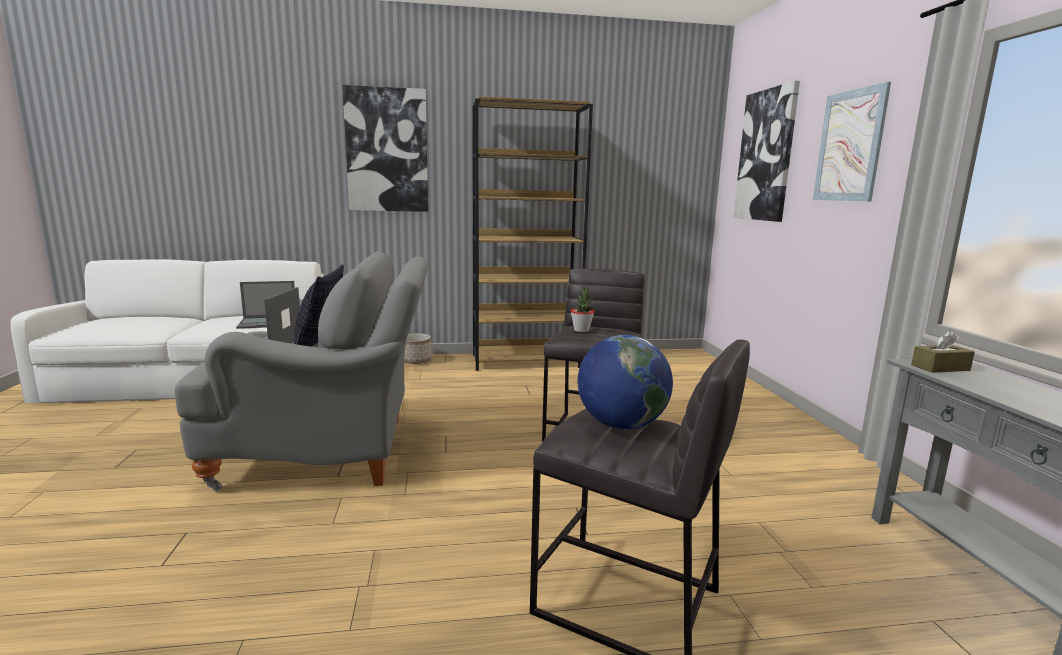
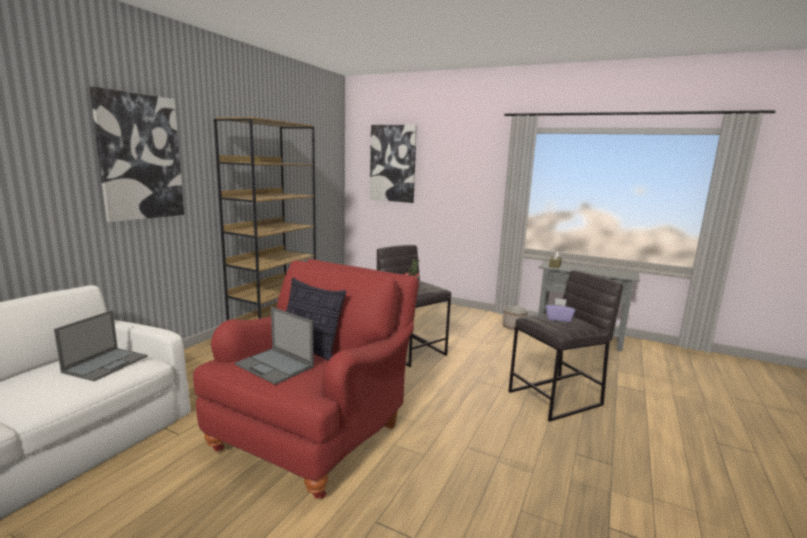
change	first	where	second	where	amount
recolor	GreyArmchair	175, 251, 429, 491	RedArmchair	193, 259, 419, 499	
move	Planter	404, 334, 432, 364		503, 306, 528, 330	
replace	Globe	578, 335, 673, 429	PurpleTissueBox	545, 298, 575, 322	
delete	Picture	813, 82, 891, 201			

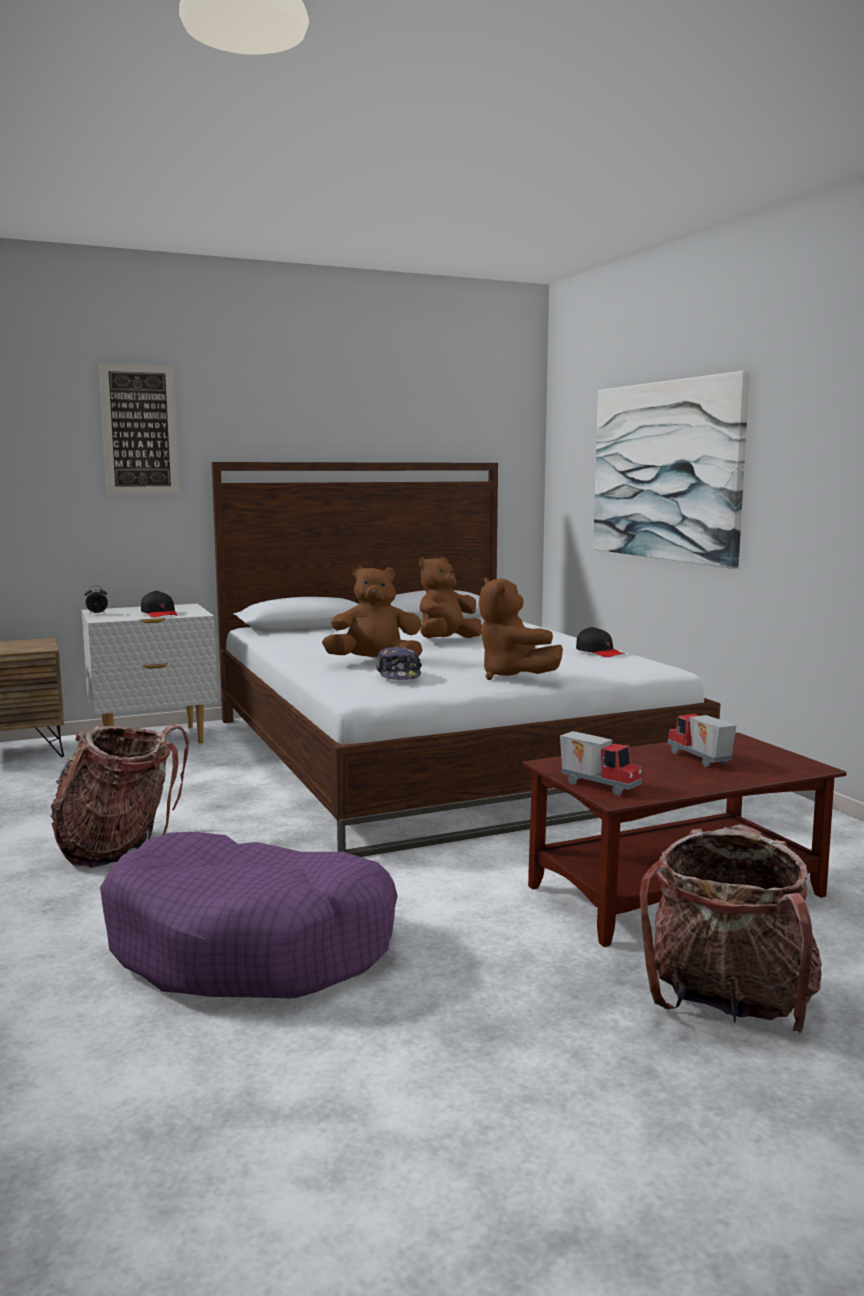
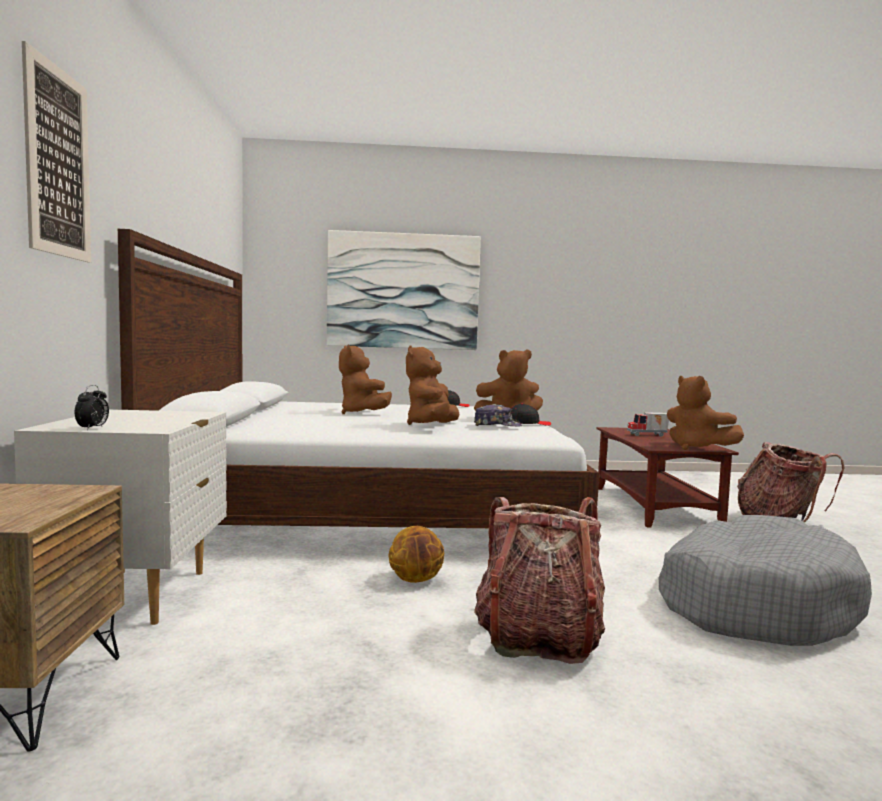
change	first	where	second	where	amount
recolor	PurpleDogBed	100, 832, 398, 998	GreyDogBed	659, 515, 872, 646	
move	BlackCap	141, 590, 177, 618		510, 403, 551, 426	
replace	ToyTruck	560, 731, 642, 796	BrownPlushToy	667, 376, 744, 450	
insert			Basketball	388, 526, 444, 583	

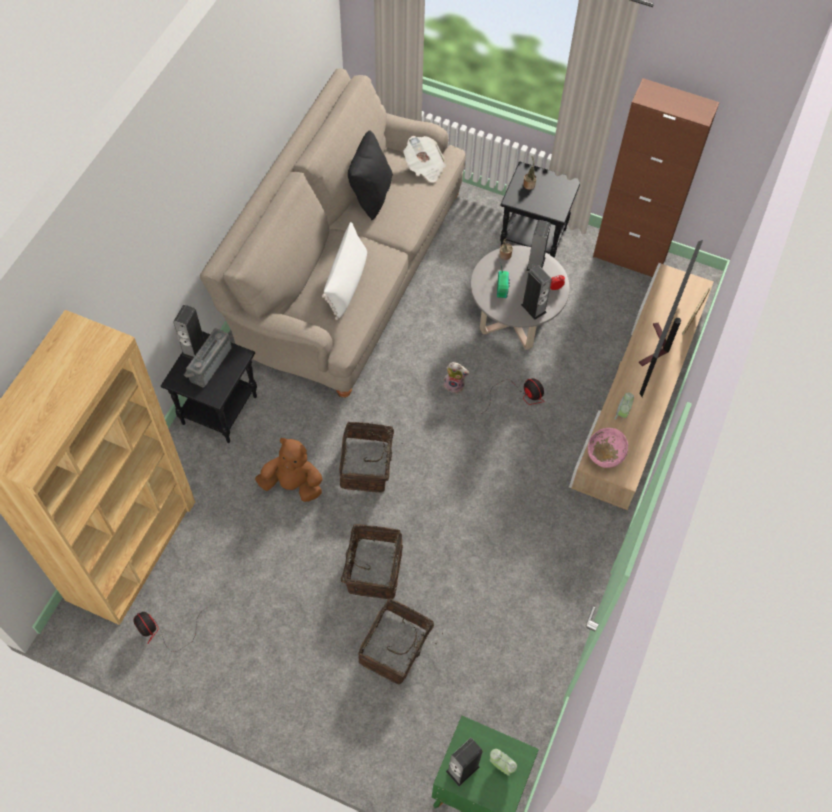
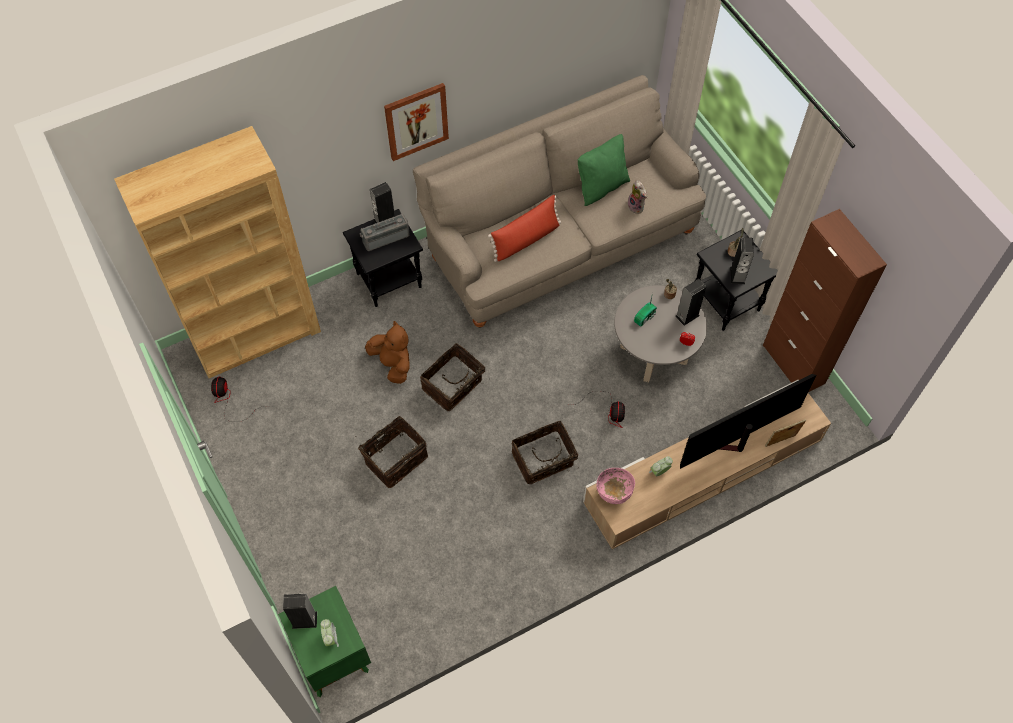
change	first	where	second	where	amount
recolor	WhitePillow	322, 222, 367, 320	RedPillow	488, 195, 561, 262	
recolor	BlackPillow	348, 130, 393, 221	GreenPillow	577, 134, 630, 206	
move	Basket	358, 599, 436, 684		512, 420, 579, 484	
delete	Newspaper	403, 136, 446, 183			
move	PlushToy	443, 362, 470, 394		627, 180, 647, 214	
move	Speaker	521, 265, 552, 320		730, 237, 754, 284	
insert			Picture	384, 83, 449, 161	

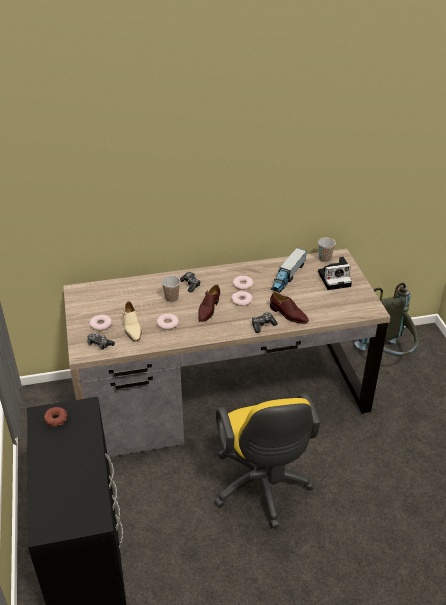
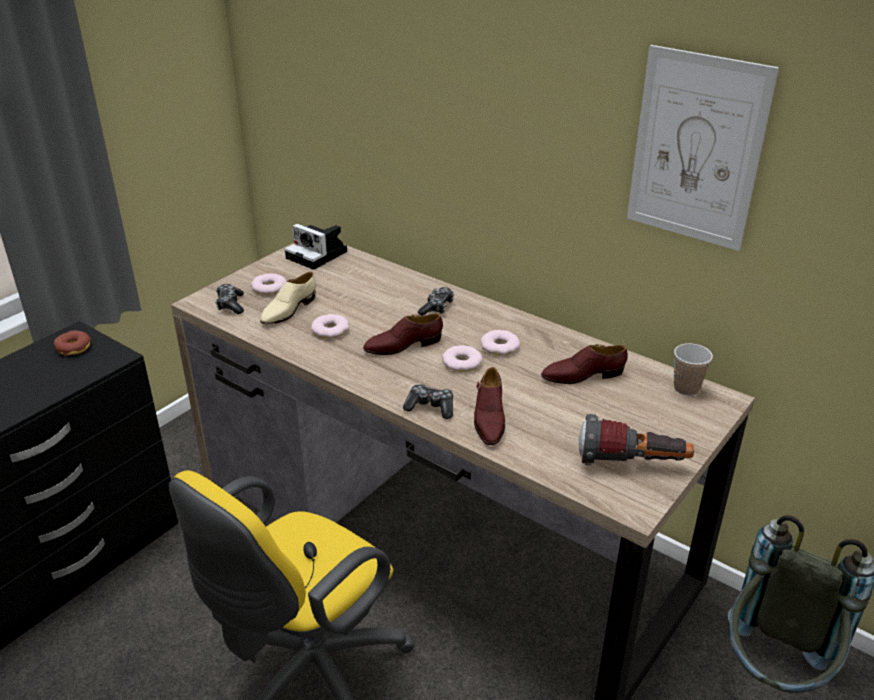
change	first	where	second	where	amount
delete	Cup	161, 276, 180, 302			
replace	ToyTruck	271, 248, 307, 293	BrownShoe	541, 344, 628, 384	
move	PhotoCamera	318, 257, 352, 290		285, 224, 347, 270	
insert			Flashlight	579, 414, 694, 465	
insert			Picture	627, 45, 779, 251	

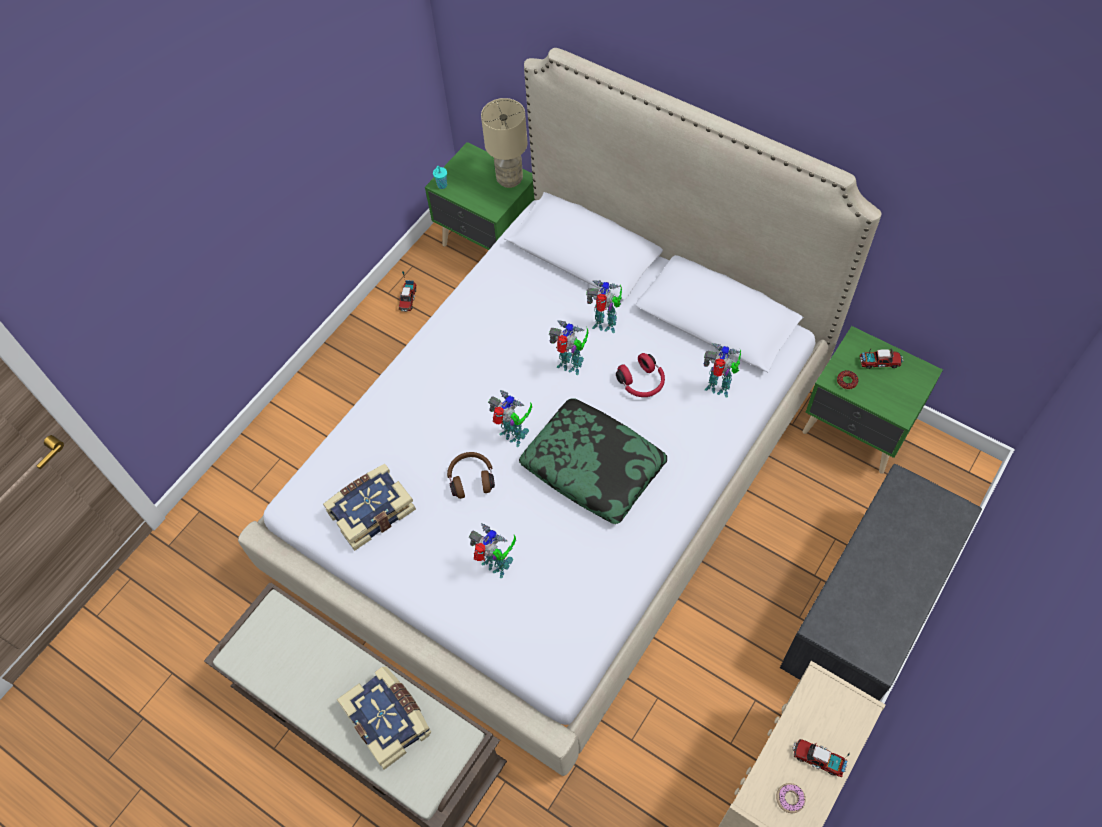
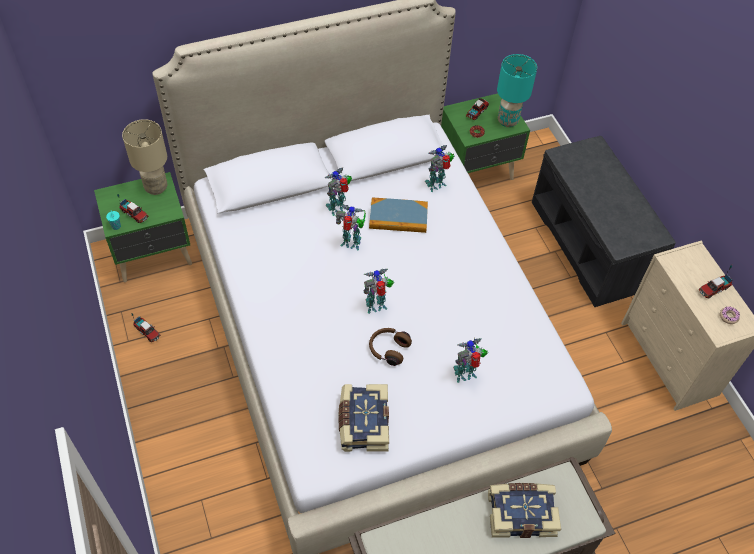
change	first	where	second	where	amount
delete	Pillow	519, 398, 667, 524			
rotate	ToyRobot	549, 320, 589, 375		335, 205, 366, 250	45 degrees clockwise
replace	RedHeadphones	616, 353, 665, 397	Book	369, 197, 428, 233	
insert			ToyTruck	117, 194, 148, 223	
insert			TurquoiseTableLamp	497, 54, 537, 127	

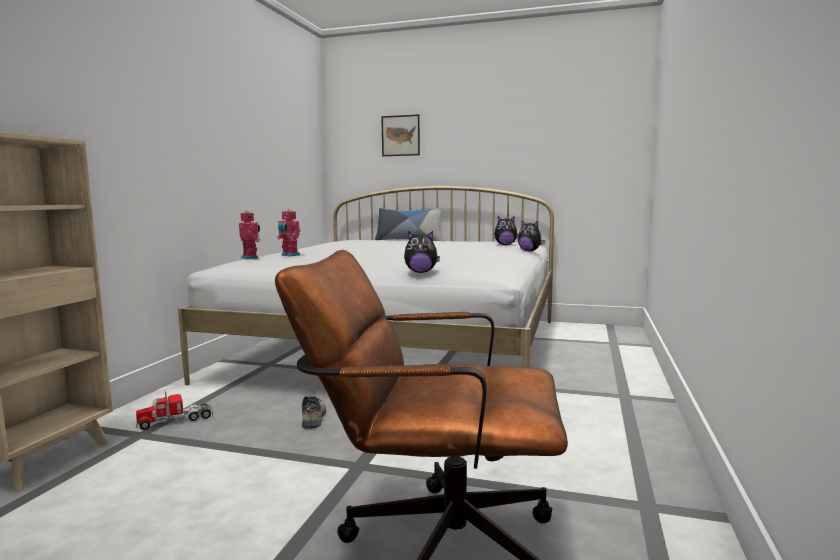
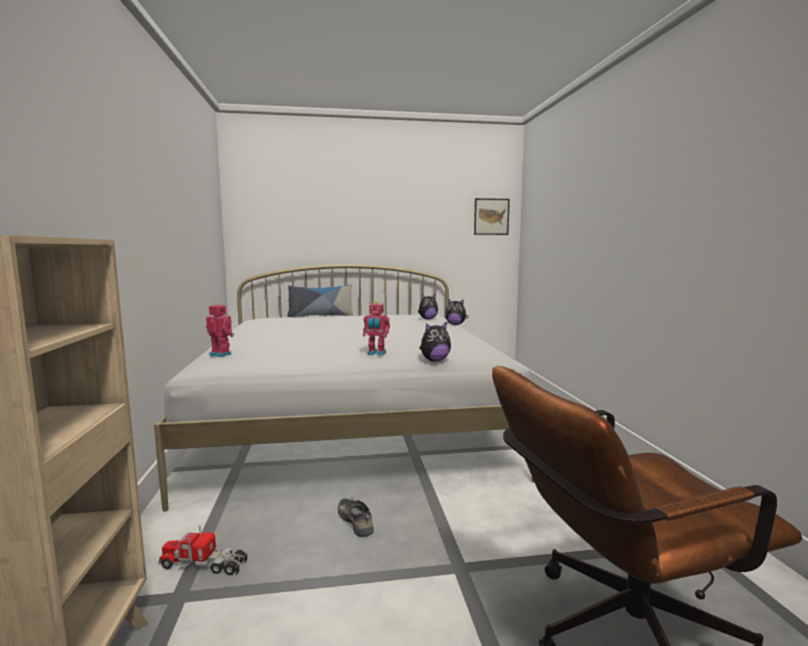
change	first	where	second	where	amount
rotate	ToyTruck	136, 391, 213, 430		158, 526, 247, 575	60 degrees clockwise
move	ToyRobot	277, 209, 300, 257		363, 302, 390, 356	
move	Picture	381, 114, 420, 156		474, 198, 510, 235	

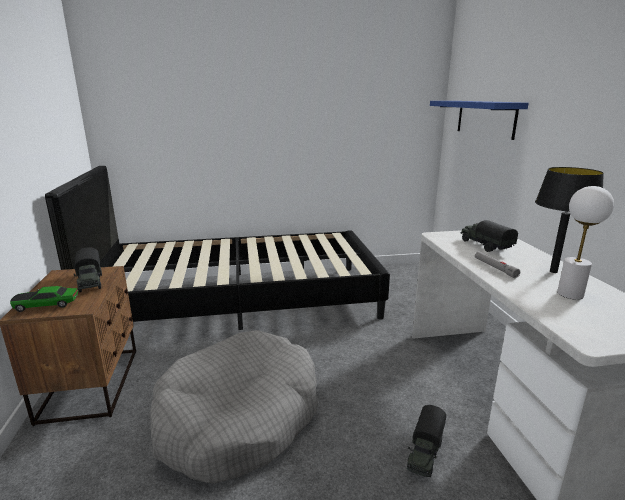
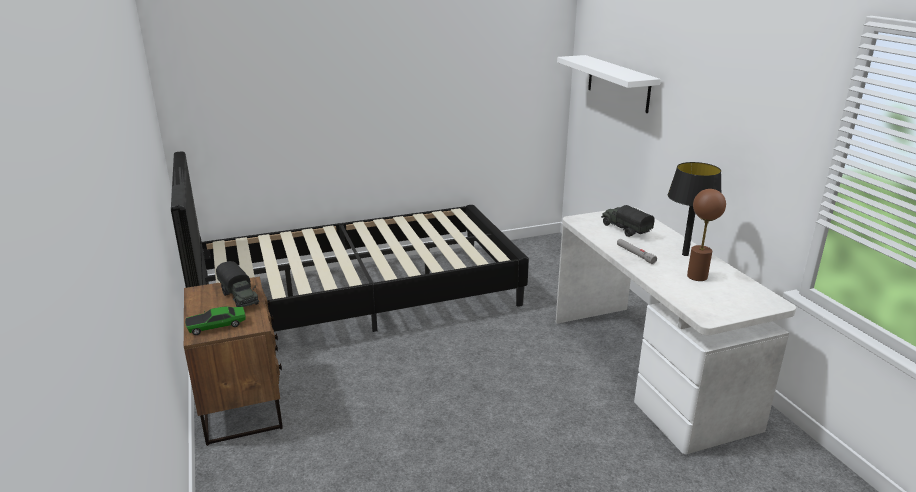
change	first	where	second	where	amount
delete	GreyDogBed	150, 330, 318, 483			
delete	ToyTruck	407, 405, 446, 477			
recolor	BlueShelf	430, 101, 529, 140	WhiteShelf	557, 55, 661, 113	
recolor	WhiteTableLamp	557, 186, 614, 300	BrownTableLamp	687, 189, 726, 281	

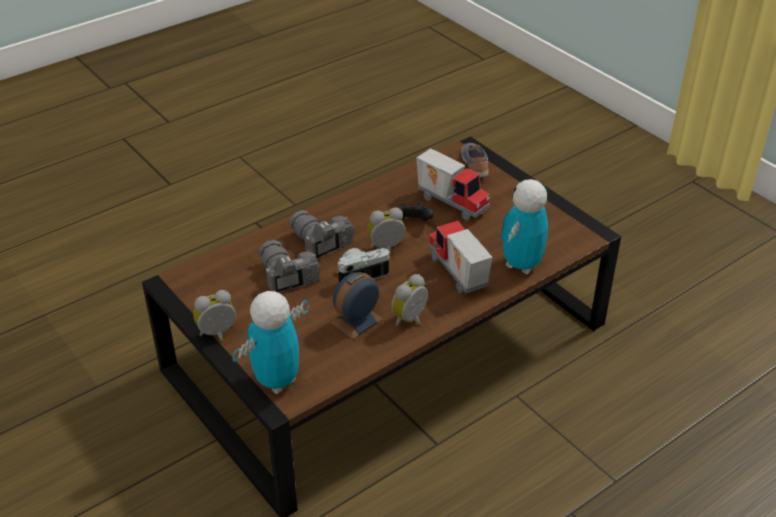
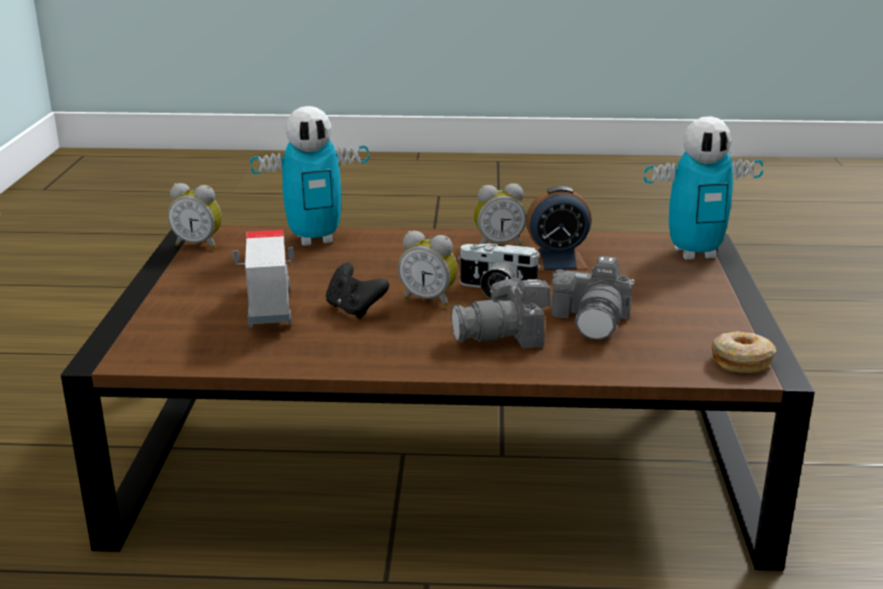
change	first	where	second	where	amount
move	AlarmClock	193, 290, 236, 341		167, 183, 222, 249	
rotate	PhotoCamera	289, 210, 354, 259		451, 277, 551, 348	75 degrees clockwise
delete	ToyTruck	429, 221, 493, 293			
delete	Shoe	461, 143, 489, 177			
insert			Donut	712, 331, 776, 373	

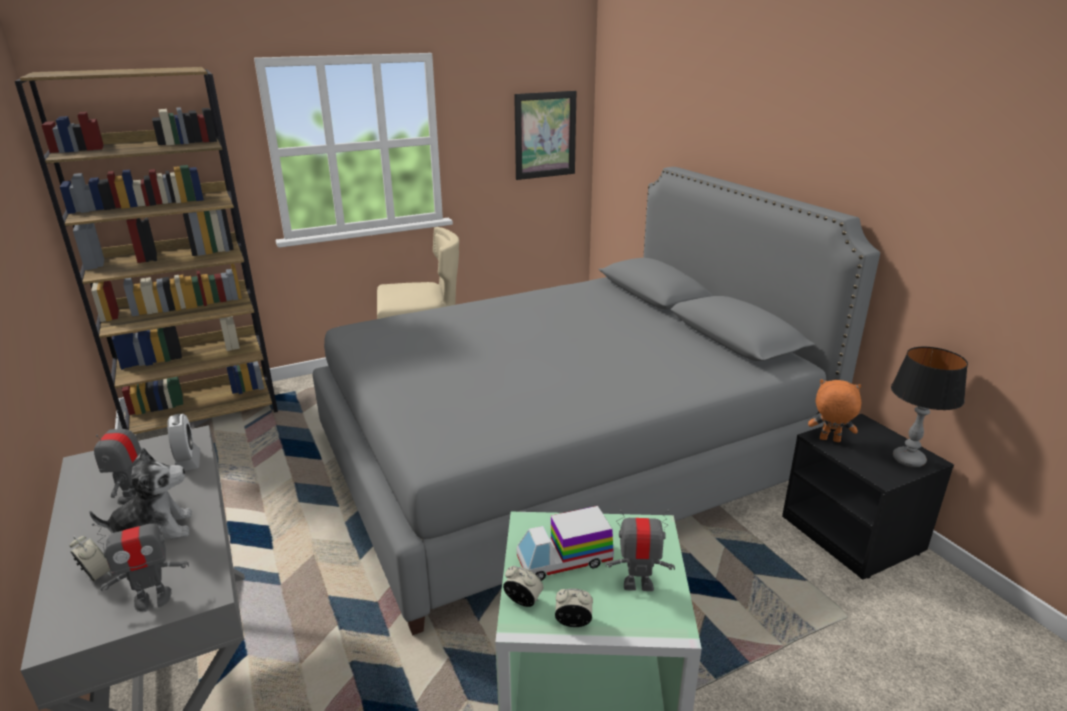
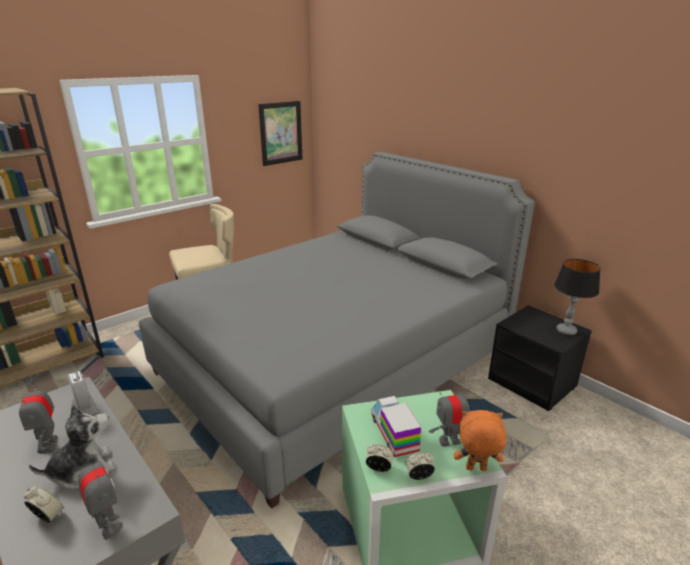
change	first	where	second	where	amount
rotate	ToyRobot	92, 510, 189, 612		78, 450, 123, 540	90 degrees counterclockwise
rotate	ToyTruck	517, 506, 613, 581		371, 396, 421, 457	105 degrees clockwise
move	OrangePlushToy	808, 379, 862, 442		454, 410, 506, 471	

